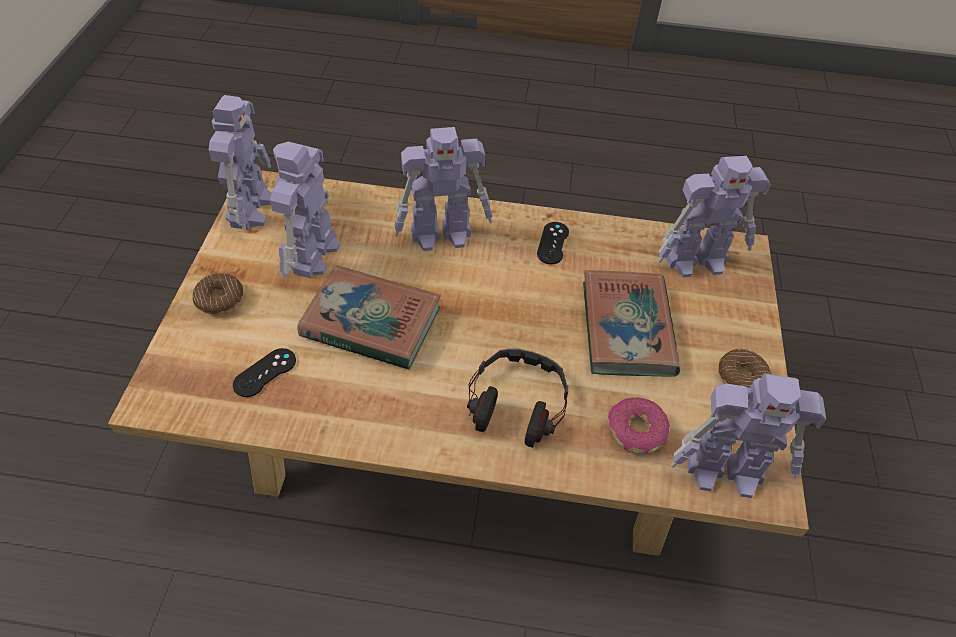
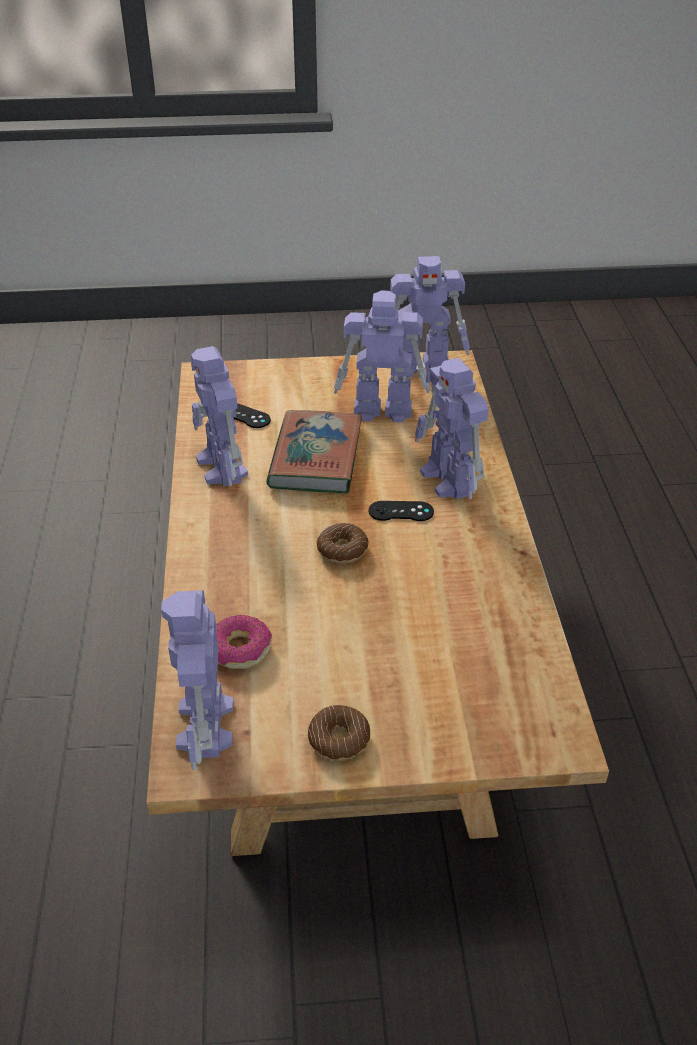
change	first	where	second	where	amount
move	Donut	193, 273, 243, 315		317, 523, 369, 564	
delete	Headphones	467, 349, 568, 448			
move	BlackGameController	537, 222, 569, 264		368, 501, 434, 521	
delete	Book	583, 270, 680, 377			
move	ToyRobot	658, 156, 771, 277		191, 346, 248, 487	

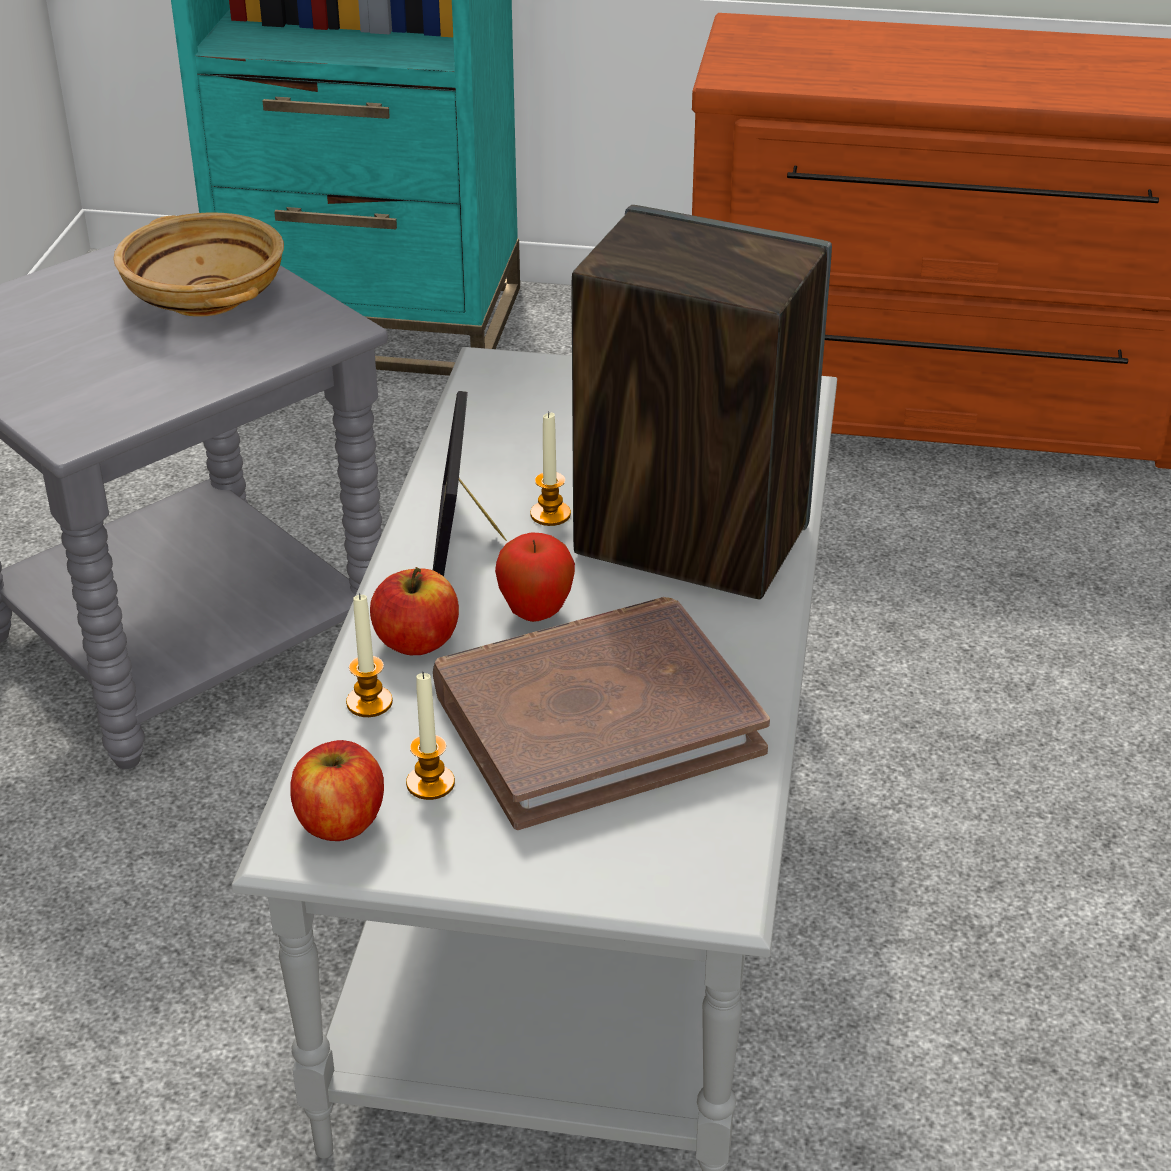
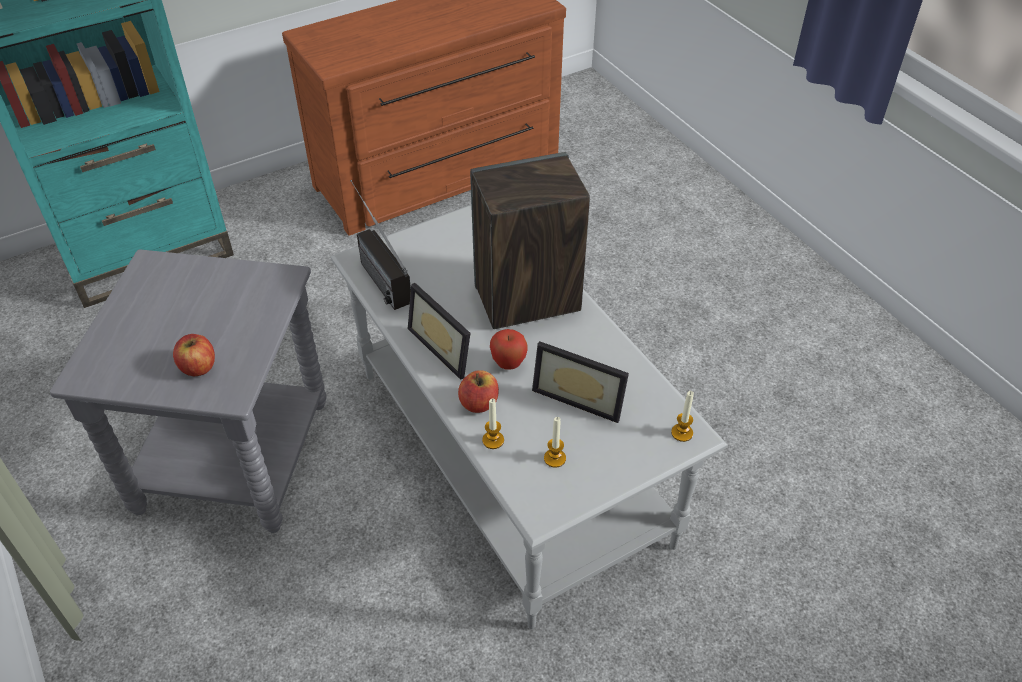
change	first	where	second	where	amount
delete	BeigeBowl	113, 212, 284, 317			
move	Apple	290, 740, 384, 841		173, 334, 215, 376	
replace	BrownBook	433, 597, 770, 830	PictureFrame	532, 341, 629, 423	
move	Candle	530, 412, 571, 526		671, 391, 694, 442	
insert			Radio	350, 180, 411, 310	

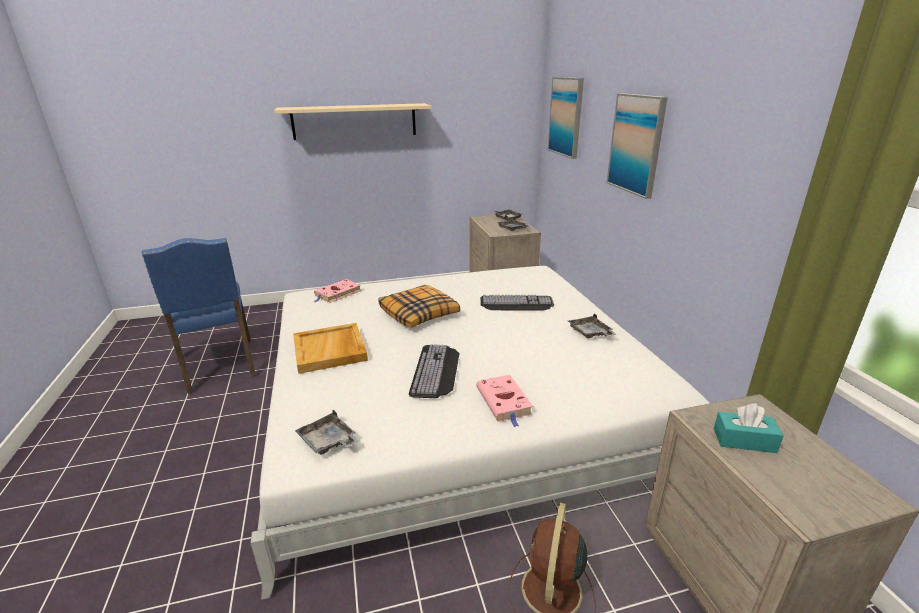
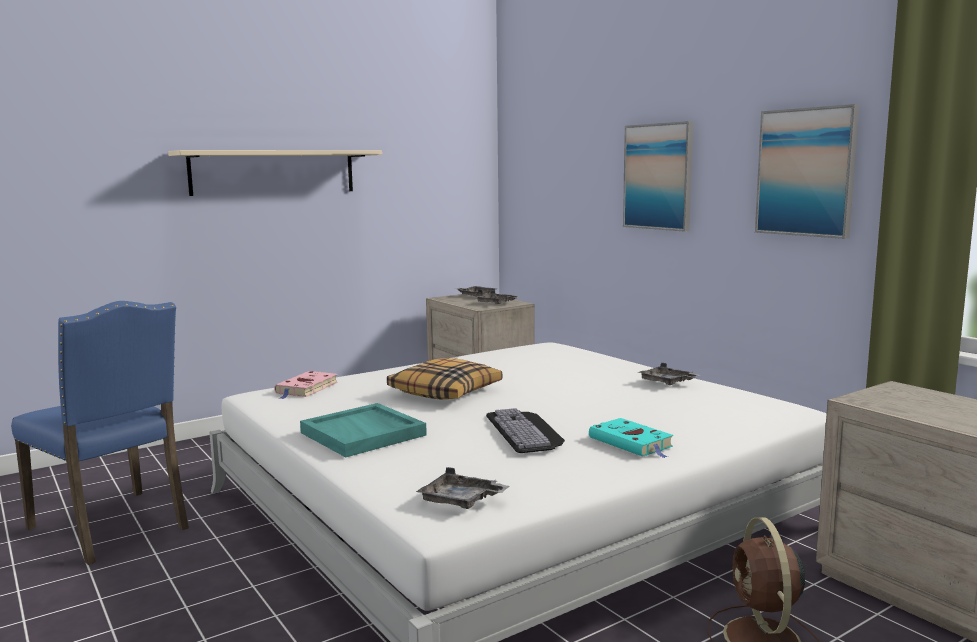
change	first	where	second	where	amount
recolor	BeigeTray	293, 323, 368, 374	TurquoiseTray	300, 403, 427, 457	
recolor	PinkBook	476, 375, 533, 427	TurquoiseBook	589, 418, 673, 458	
delete	Keyboard	480, 295, 554, 310			
move	Picture	548, 77, 584, 159		755, 104, 859, 239	
delete	TurquoiseTissueBox	714, 404, 784, 453			

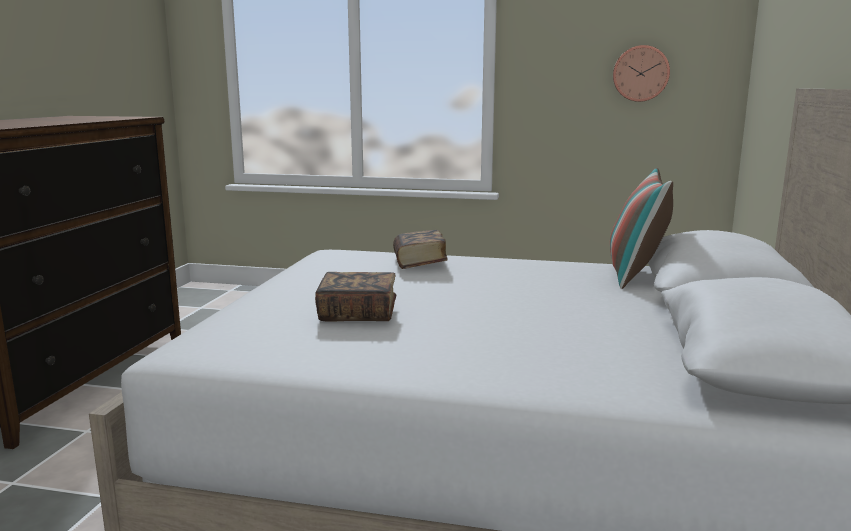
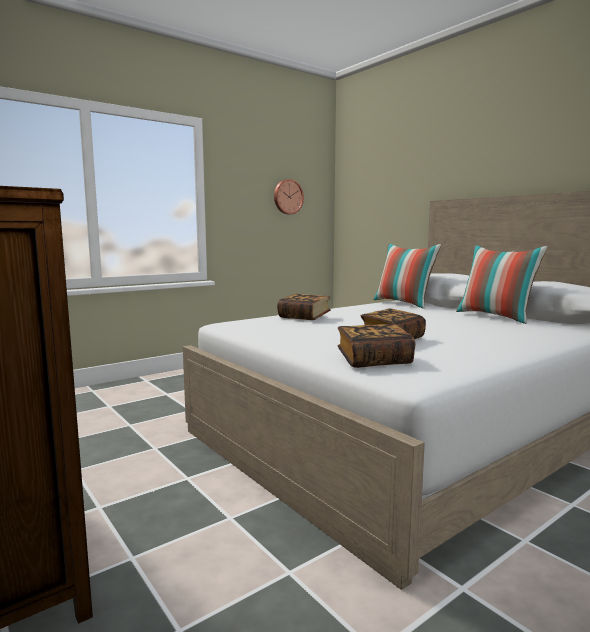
change	first	where	second	where	amount
insert			Book	338, 324, 416, 368	
insert			Pillow	456, 245, 547, 324	

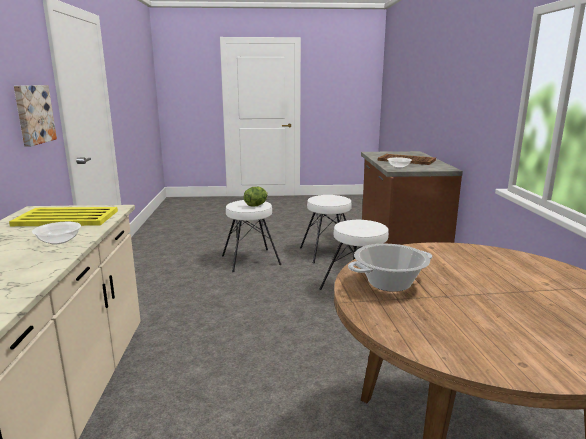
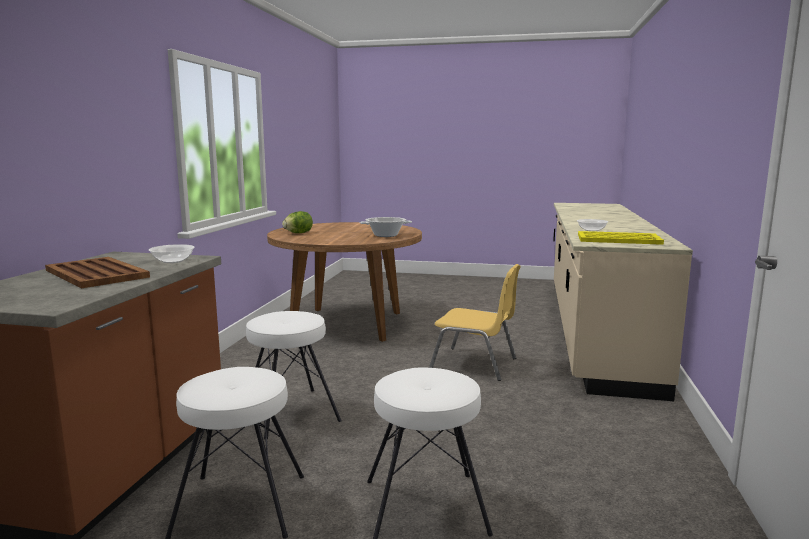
change	first	where	second	where	amount
delete	Picture	14, 85, 57, 147			
move	Lettuce	244, 187, 268, 206		282, 211, 313, 233	
insert			YellowChair	429, 264, 521, 381	

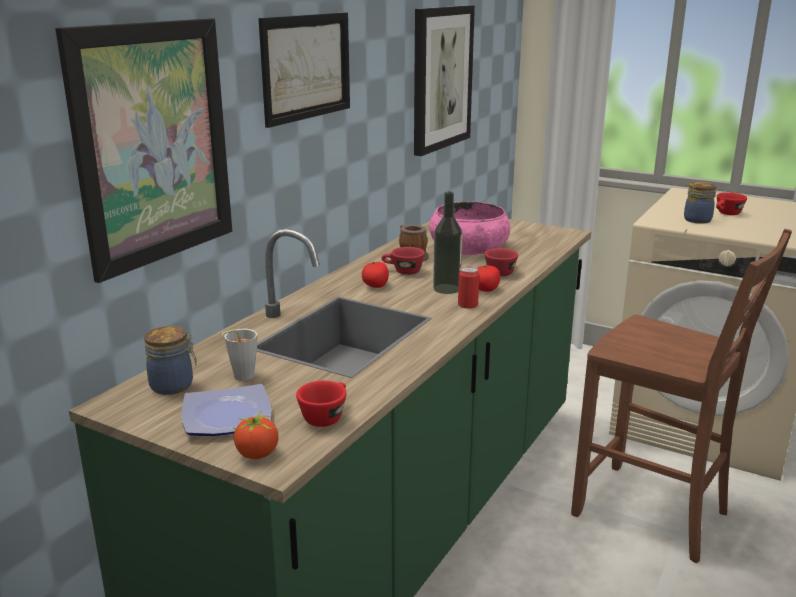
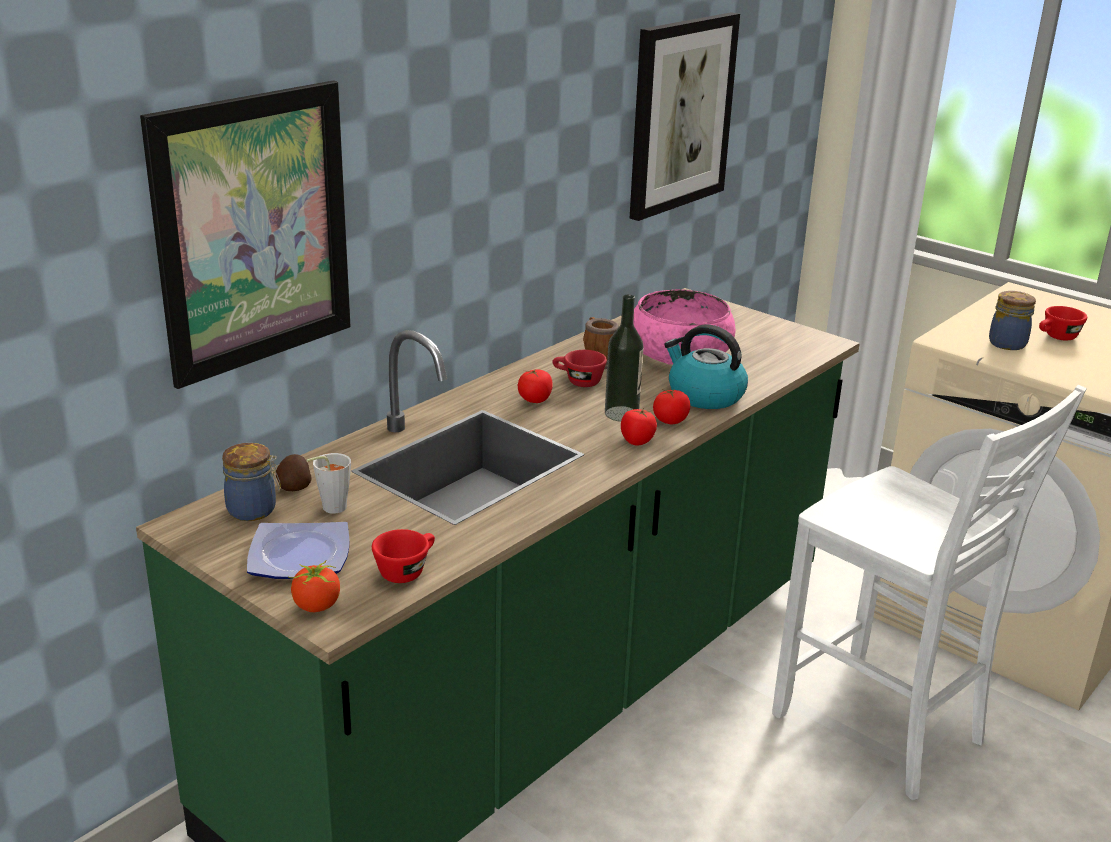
change	first	where	second	where	amount
delete	Picture	259, 13, 350, 128			
replace	Can	458, 266, 479, 309	Tomato	621, 408, 657, 446	
replace	RedCup	485, 248, 518, 276	Kettle	664, 325, 748, 409	
recolor	BrownChair	571, 229, 792, 563	WhiteChair	772, 385, 1087, 800	
insert			Potato	276, 454, 312, 491	

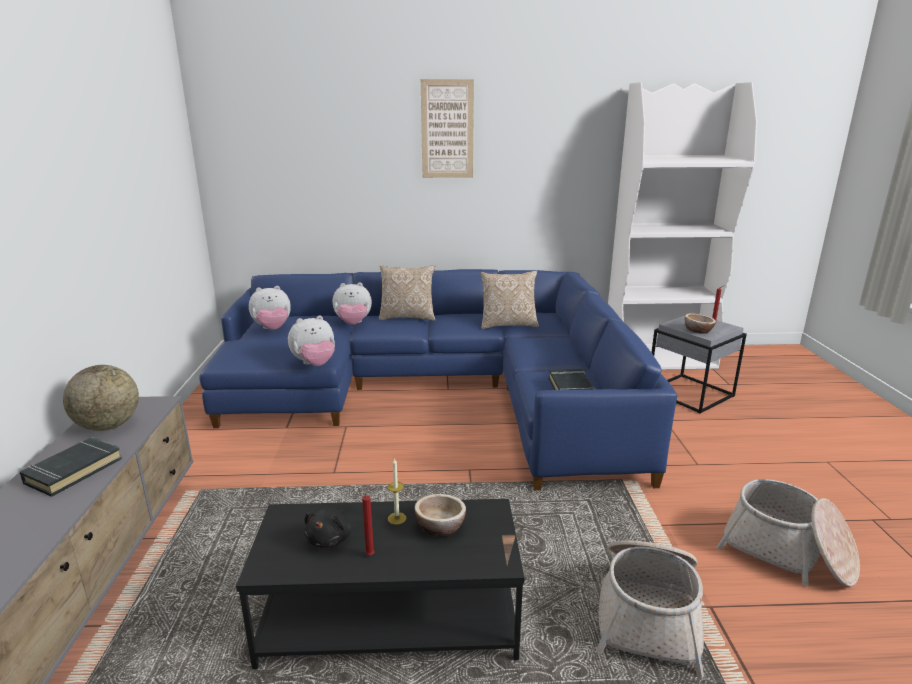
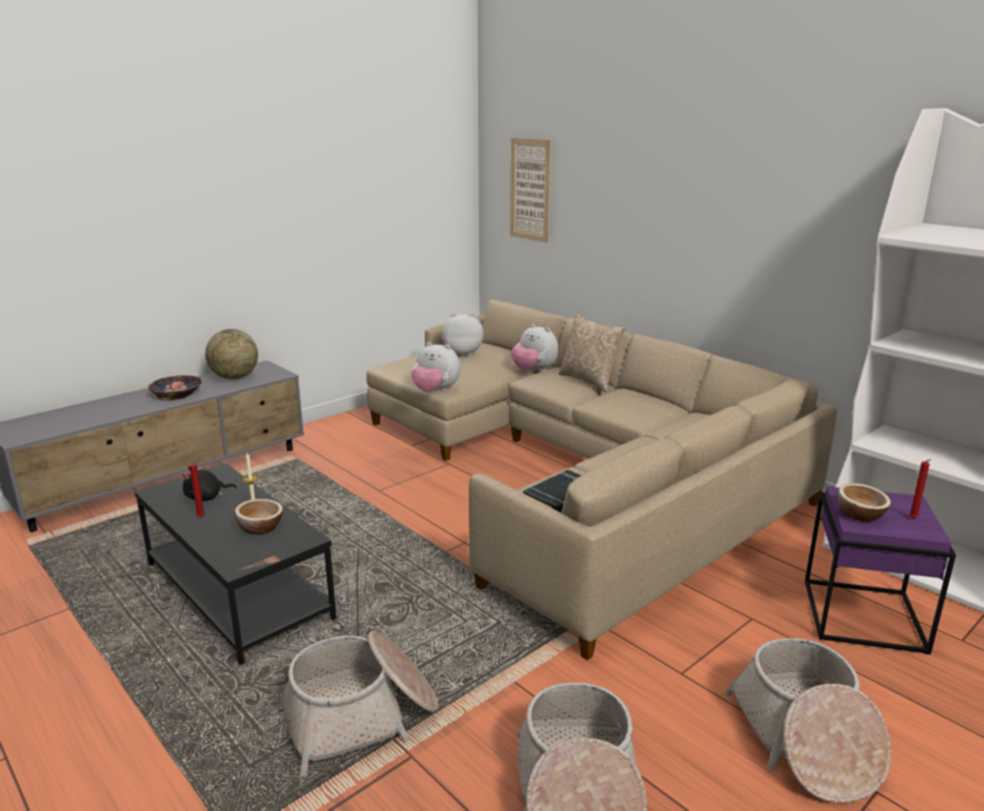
change	first	where	second	where	amount
replace	BlackBook	20, 437, 123, 497	Bowl	148, 375, 203, 401	
recolor	BlueSofa	199, 269, 678, 490	BeigeSofa	366, 300, 837, 660	
rotate	PlushToy	249, 286, 291, 330		442, 313, 484, 356	150 degrees clockwise
move	Picture	421, 79, 474, 178		510, 138, 552, 243	
delete	Pillow	481, 271, 539, 329			
recolor	GreySideTable	651, 316, 747, 414	PurpleSideTable	805, 487, 956, 655	
insert			Basket	725, 638, 891, 803	

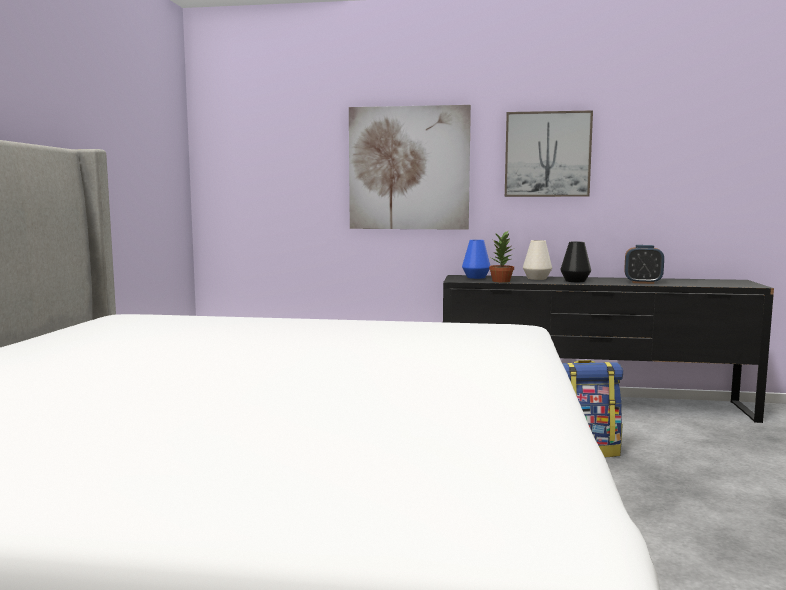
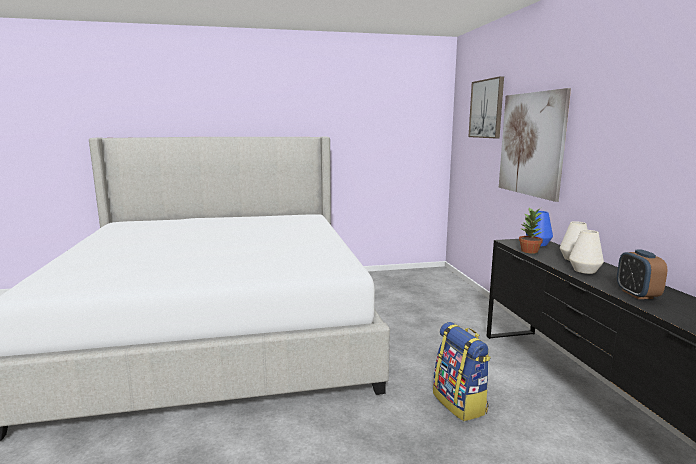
change	first	where	second	where	amount
move	Picture	505, 110, 593, 197		468, 76, 504, 138	
recolor	BlackVase	560, 242, 591, 282	WhiteVase	569, 230, 604, 274	

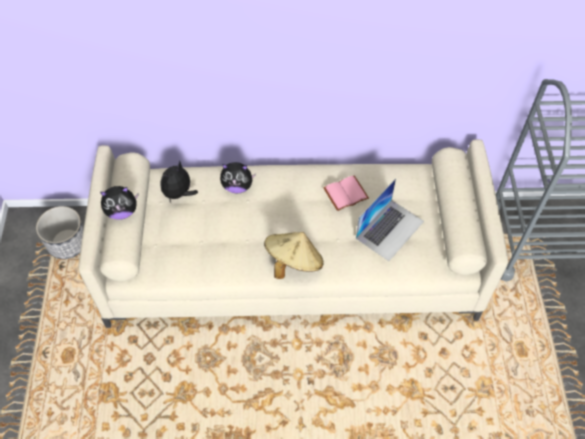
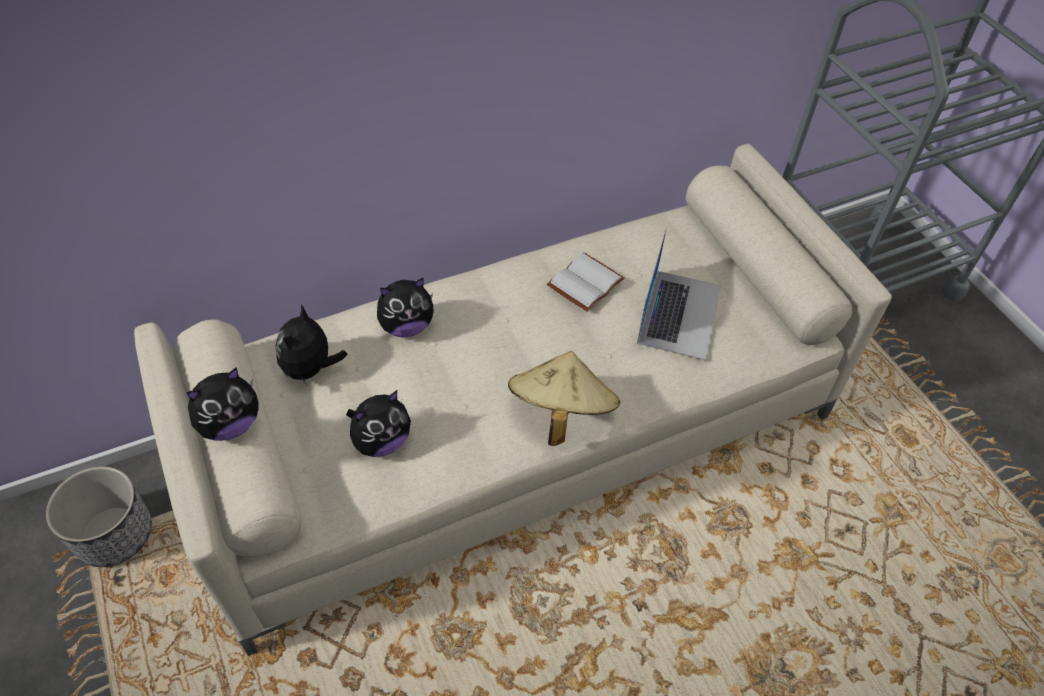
change	first	where	second	where	amount
recolor	PinkBook	323, 175, 369, 211	WhiteBook	547, 253, 624, 312	
insert			PlushToy	346, 390, 411, 457	

